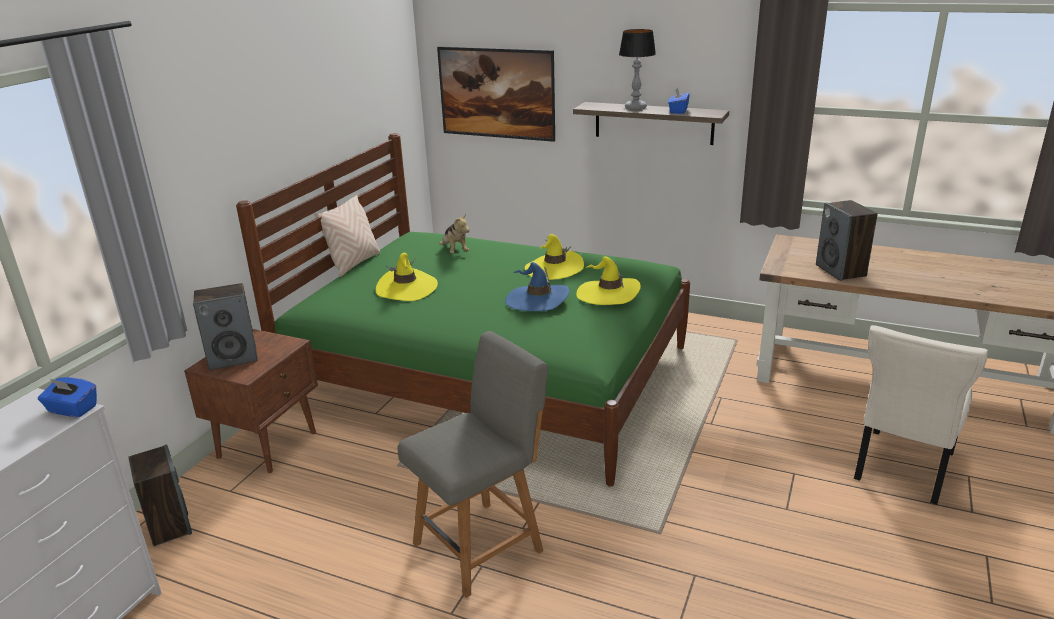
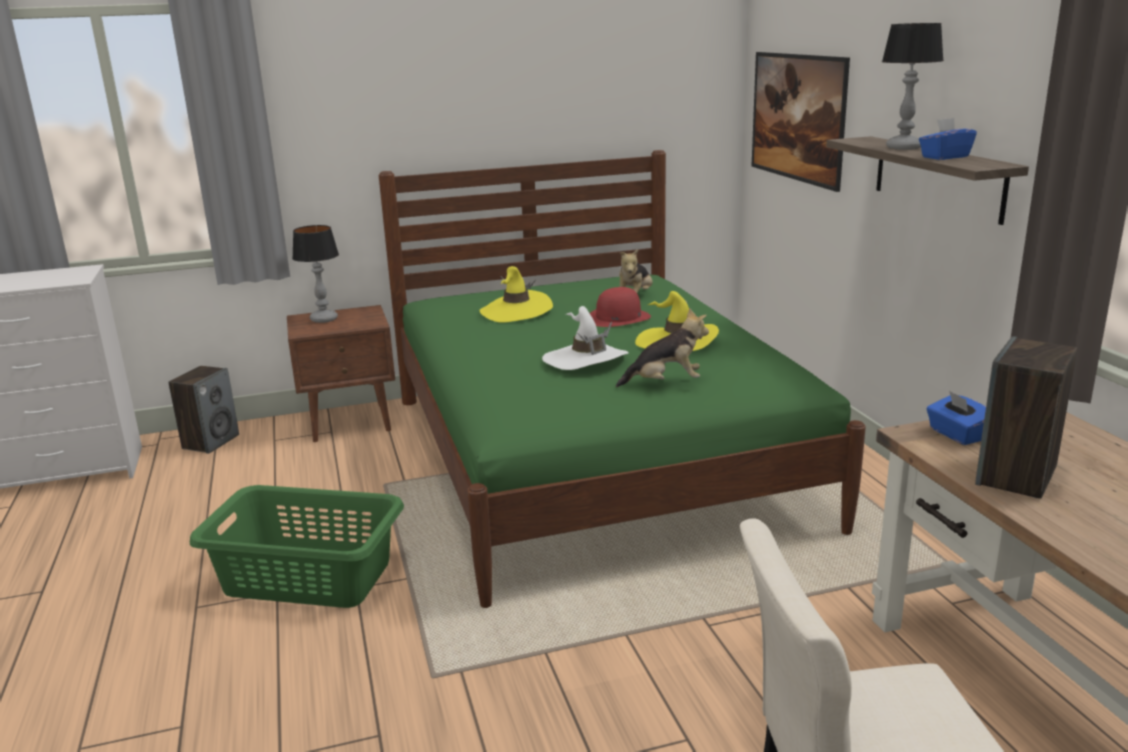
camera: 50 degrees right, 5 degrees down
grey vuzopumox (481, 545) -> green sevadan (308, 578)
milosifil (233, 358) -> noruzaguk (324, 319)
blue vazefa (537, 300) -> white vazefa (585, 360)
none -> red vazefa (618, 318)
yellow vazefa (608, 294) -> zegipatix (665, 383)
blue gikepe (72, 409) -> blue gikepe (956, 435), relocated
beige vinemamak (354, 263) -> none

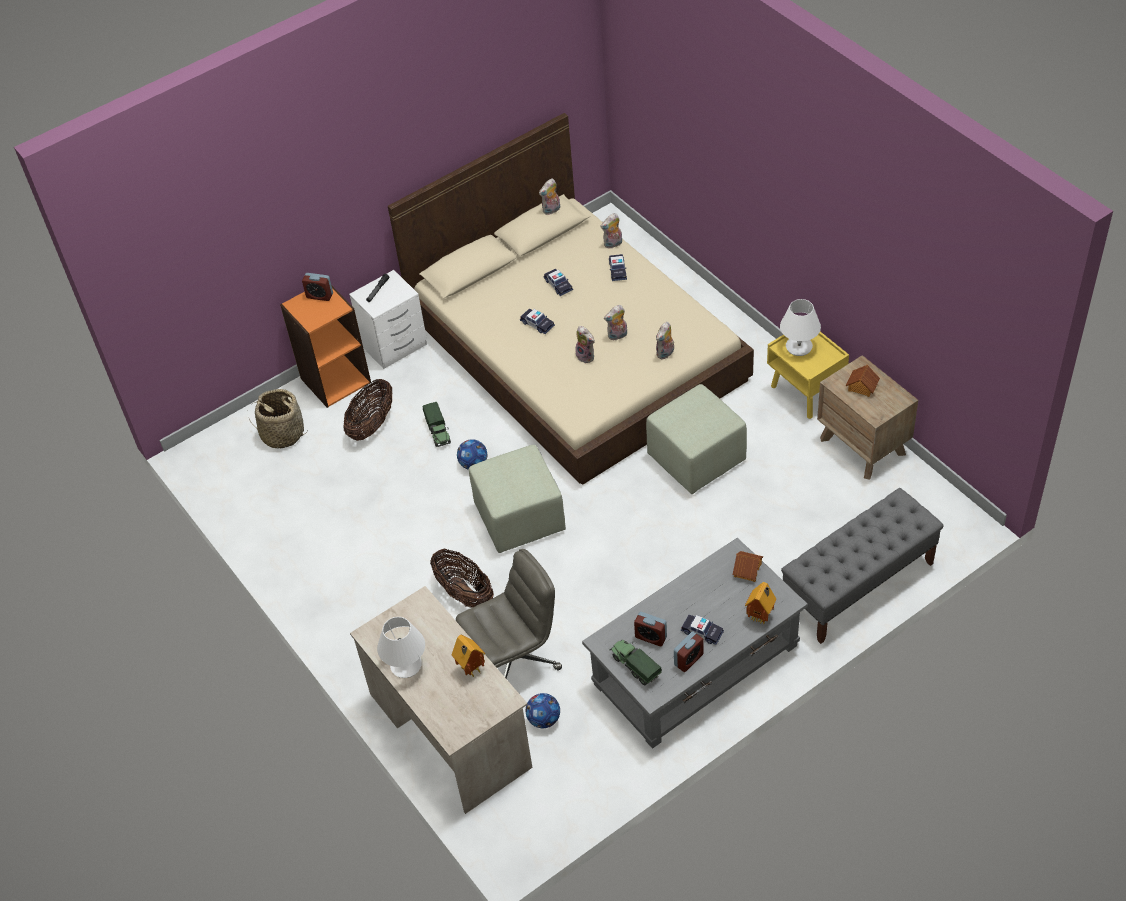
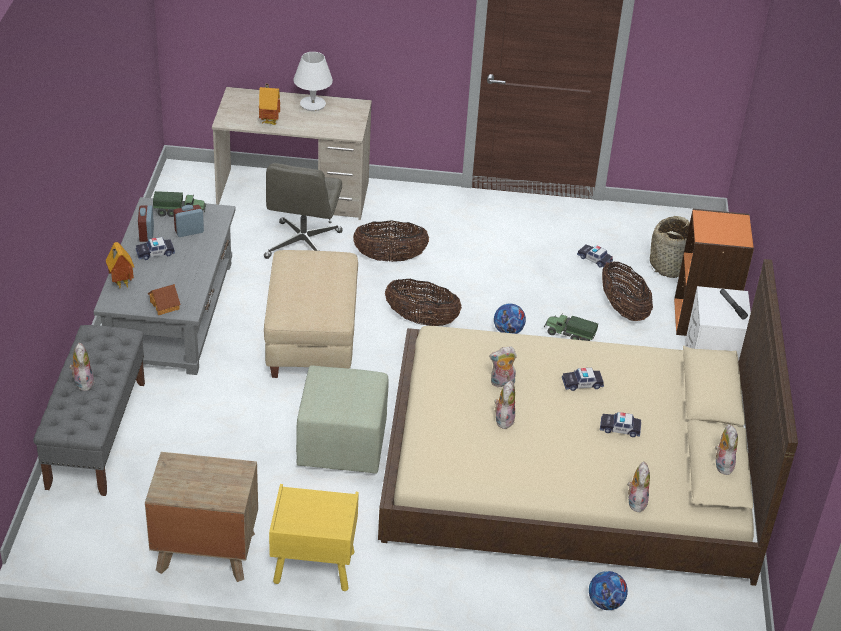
camera: 125 degrees right, 10 degrees down
zegipatix (665, 354) -> zegipatix (82, 382), relocated
none -> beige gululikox (310, 340)
green gululikox (519, 517) -> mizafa (421, 320)
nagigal (617, 270) -> nagigal (594, 259), relocated
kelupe (544, 719) -> kelupe (605, 603), relocated
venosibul (319, 296) -> none
white noruzaguk (798, 347) -> none
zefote (861, 387) -> none

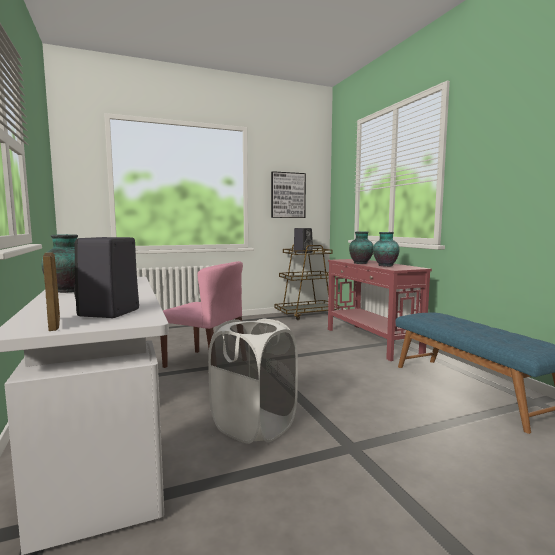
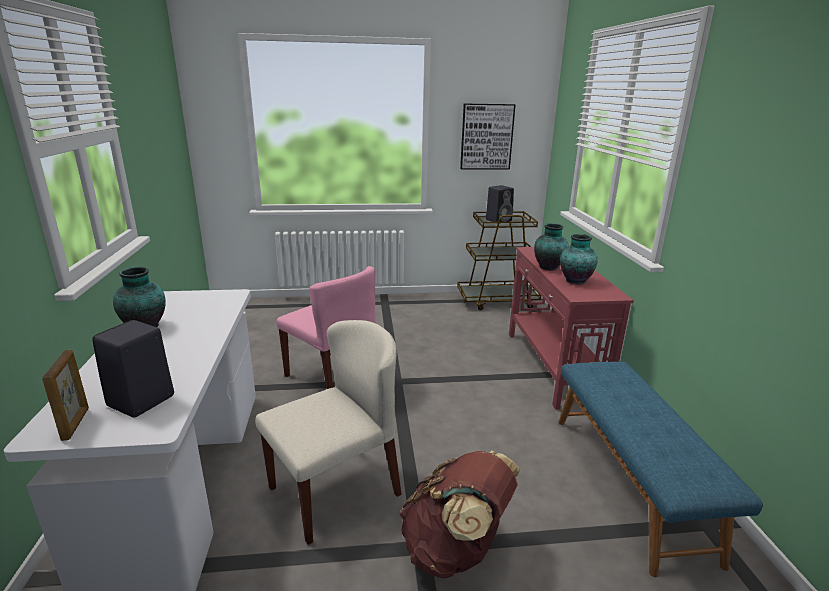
camera: 15 degrees right, 15 degrees up
white sevadan (254, 426) -> beige vuzopumox (335, 490)
none -> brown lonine (455, 549)

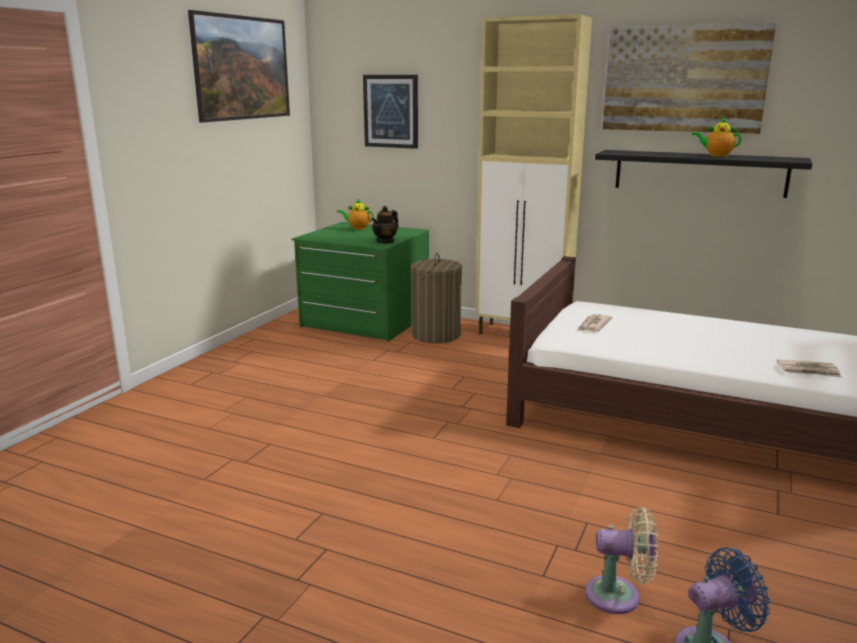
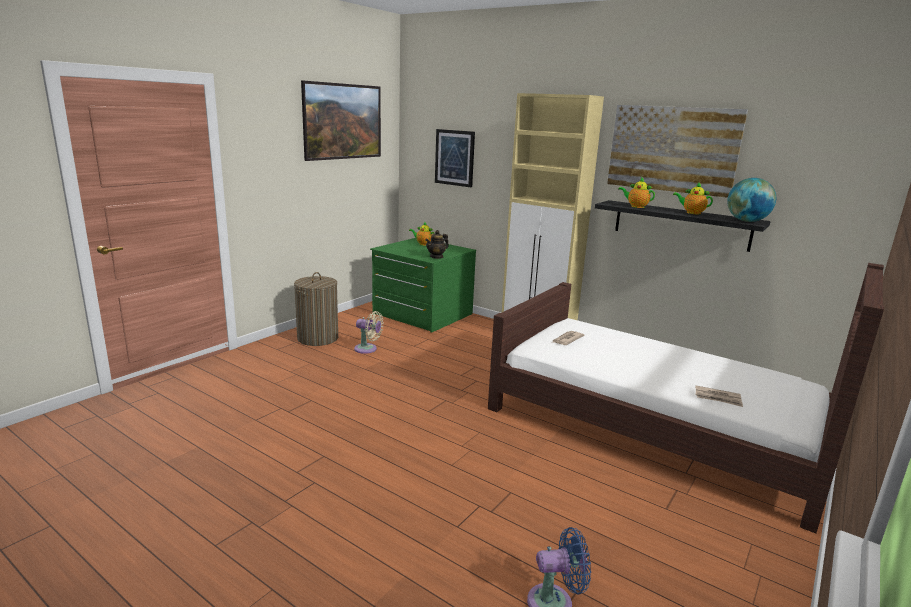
camera: 10 degrees right, 0 degrees up
sevadan (436, 335) -> sevadan (318, 338), relocated
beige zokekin (618, 596) -> beige zokekin (368, 349), relocated
none -> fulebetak (636, 206)
none -> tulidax (747, 221)

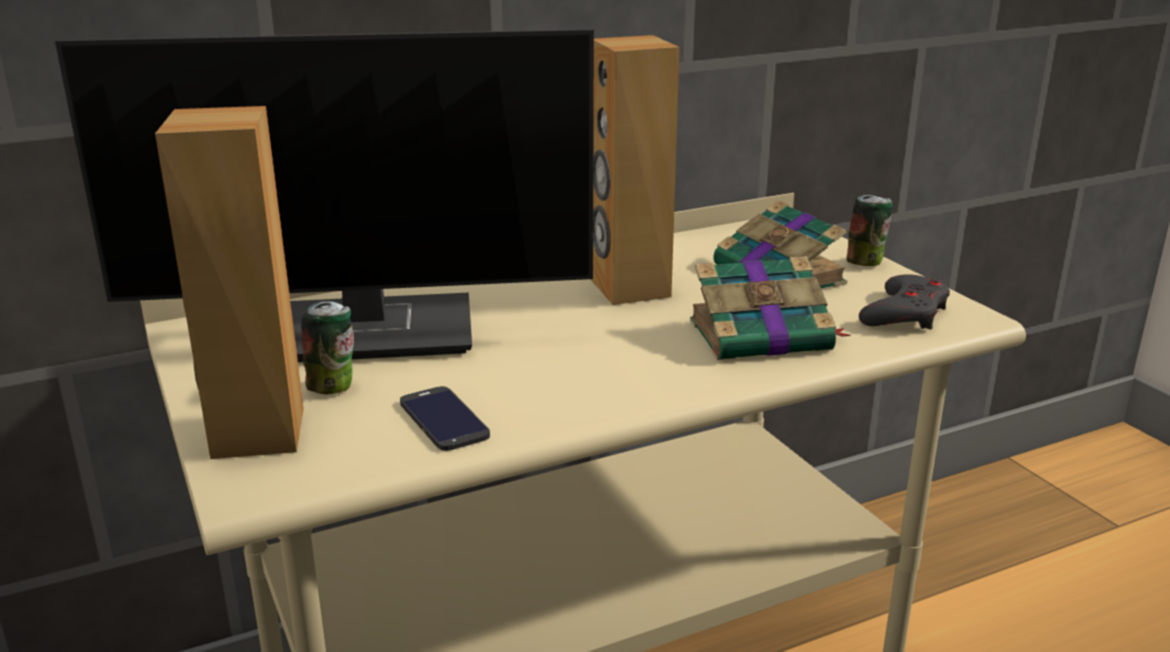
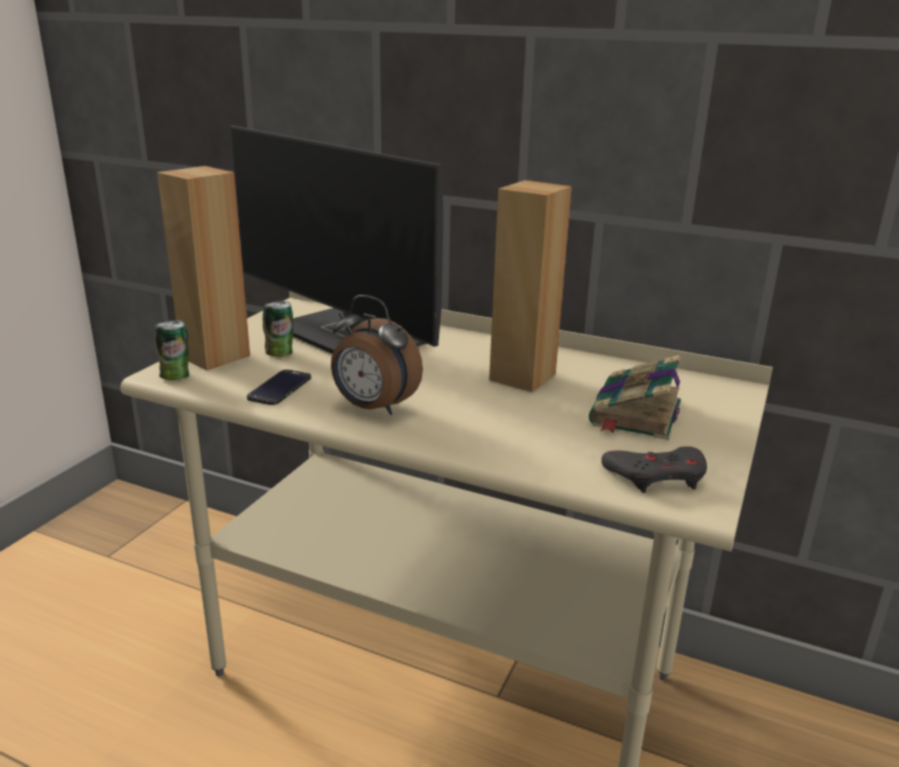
camera: 50 degrees right, 0 degrees up
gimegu (865, 262) -> gimegu (176, 376), relocated
none -> venosibul (373, 408)
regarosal (764, 335) -> none

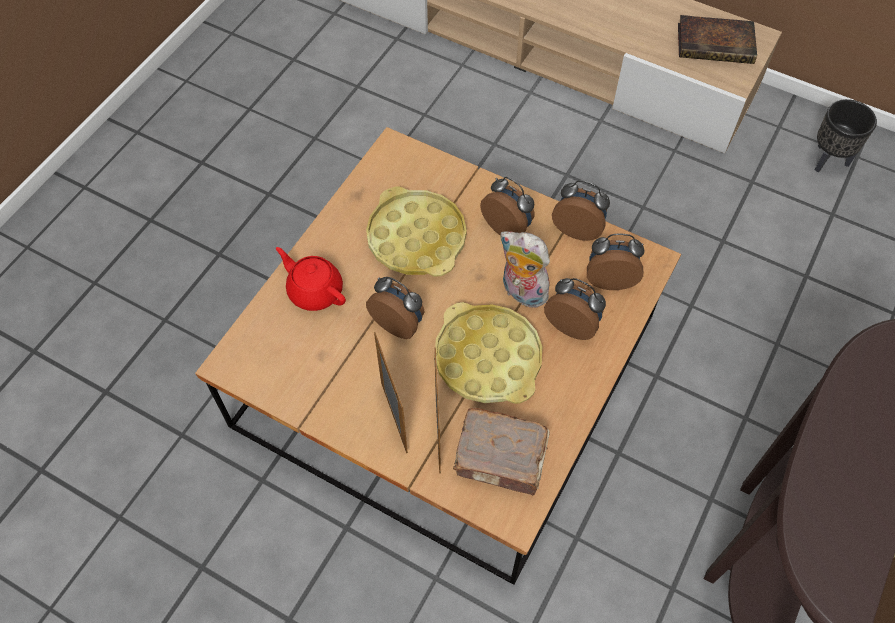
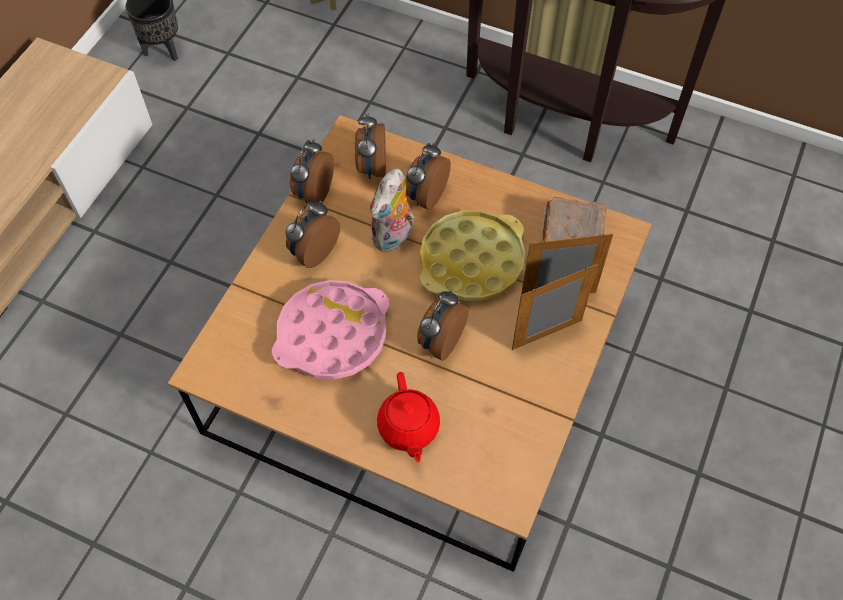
camera: 95 degrees left, 0 degrees up
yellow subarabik (416, 238) -> pink subarabik (332, 335)
red fulebetak (315, 290) -> red fulebetak (408, 428), 45 degrees counterclockwise
regarosal (717, 44) -> none

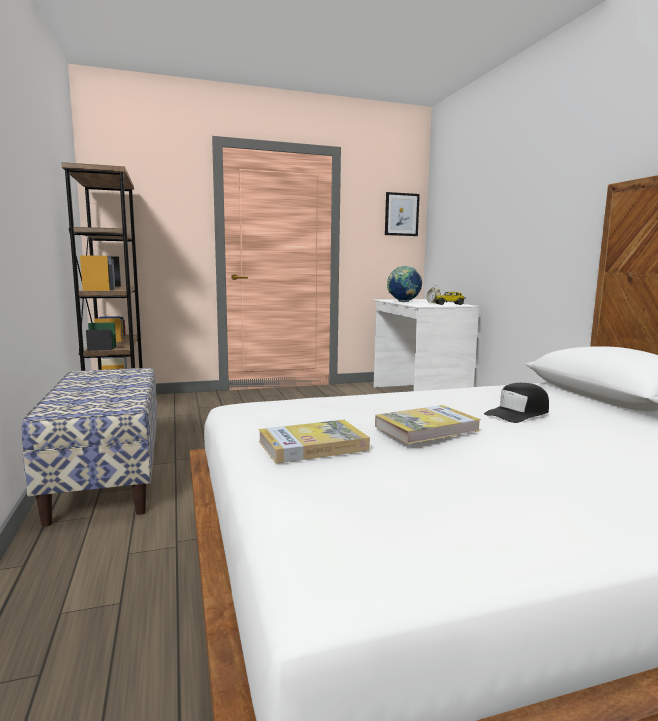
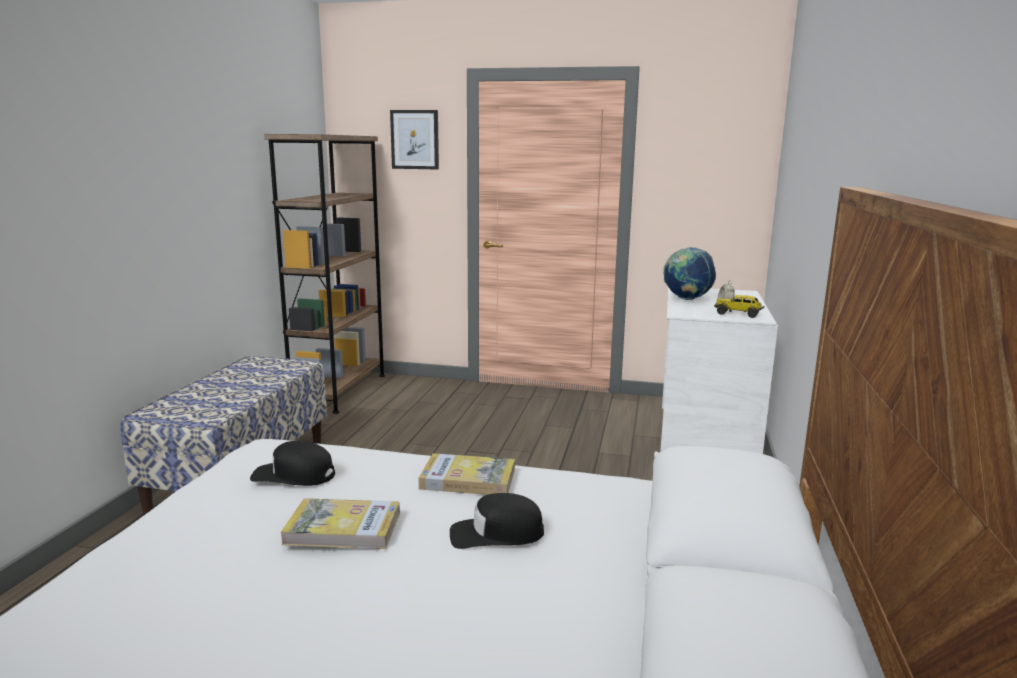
camera: 30 degrees right, 5 degrees up
none -> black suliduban (294, 475)
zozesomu (401, 214) -> zozesomu (415, 139), relocated
regarosal (313, 445) -> regarosal (468, 479), relocated

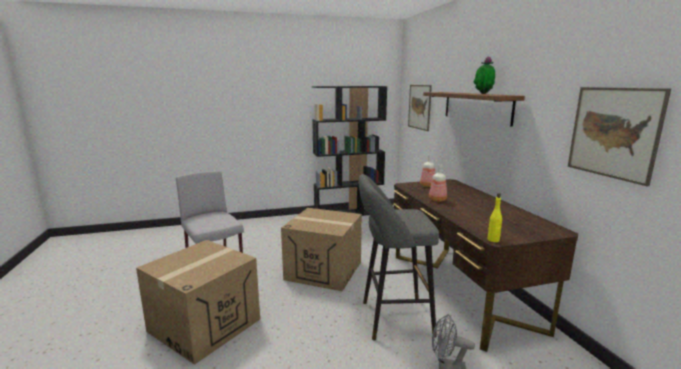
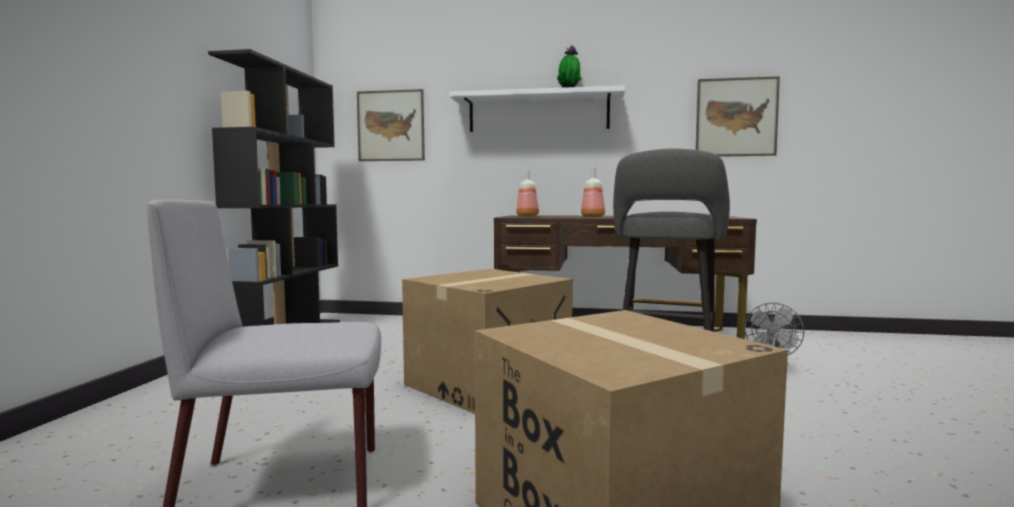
camera: 65 degrees left, 10 degrees down
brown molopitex (476, 107) -> white molopitex (538, 112)
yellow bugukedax (493, 240) -> none

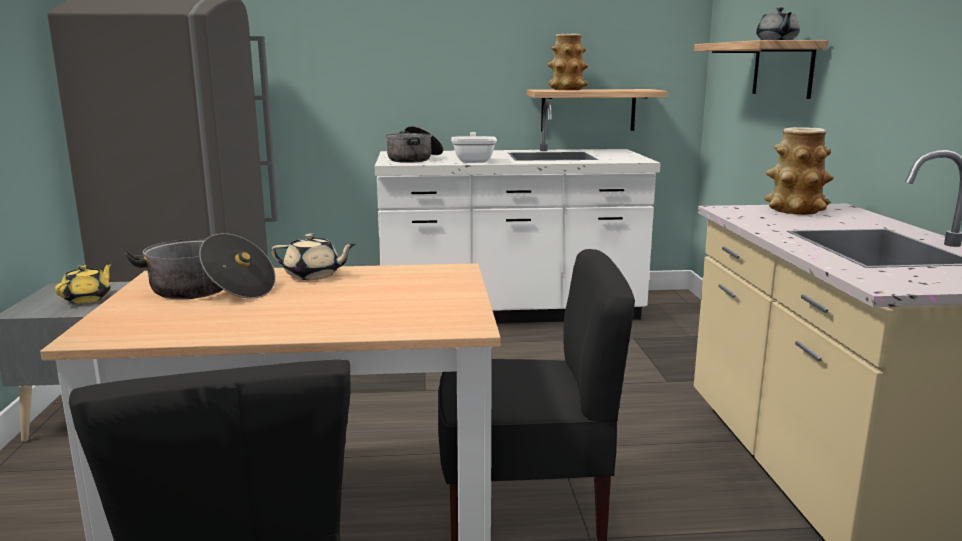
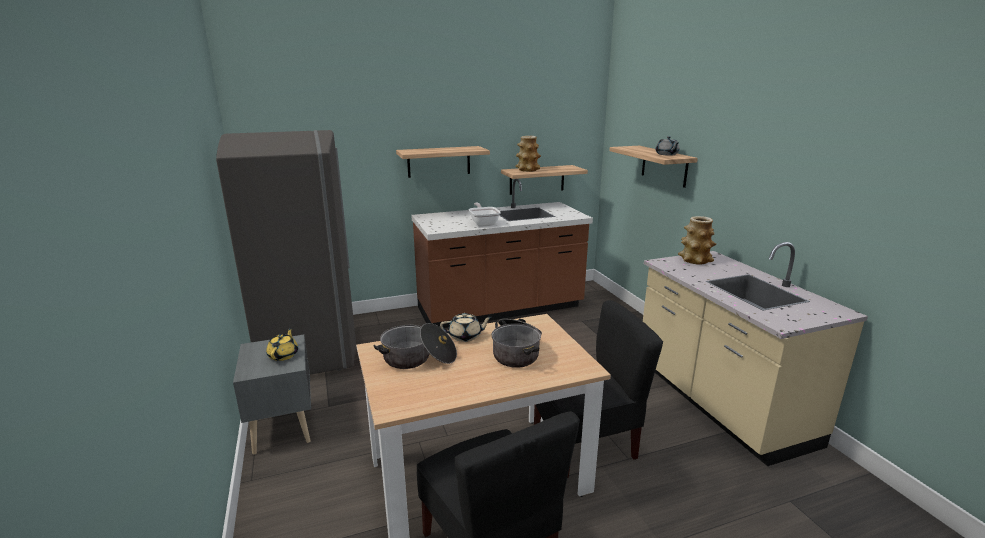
camera: 15 degrees left, 5 degrees up
none -> molopitex (439, 161)
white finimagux (510, 312) -> brown finimagux (500, 309)
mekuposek (415, 159) -> mekuposek (517, 352), relocated

